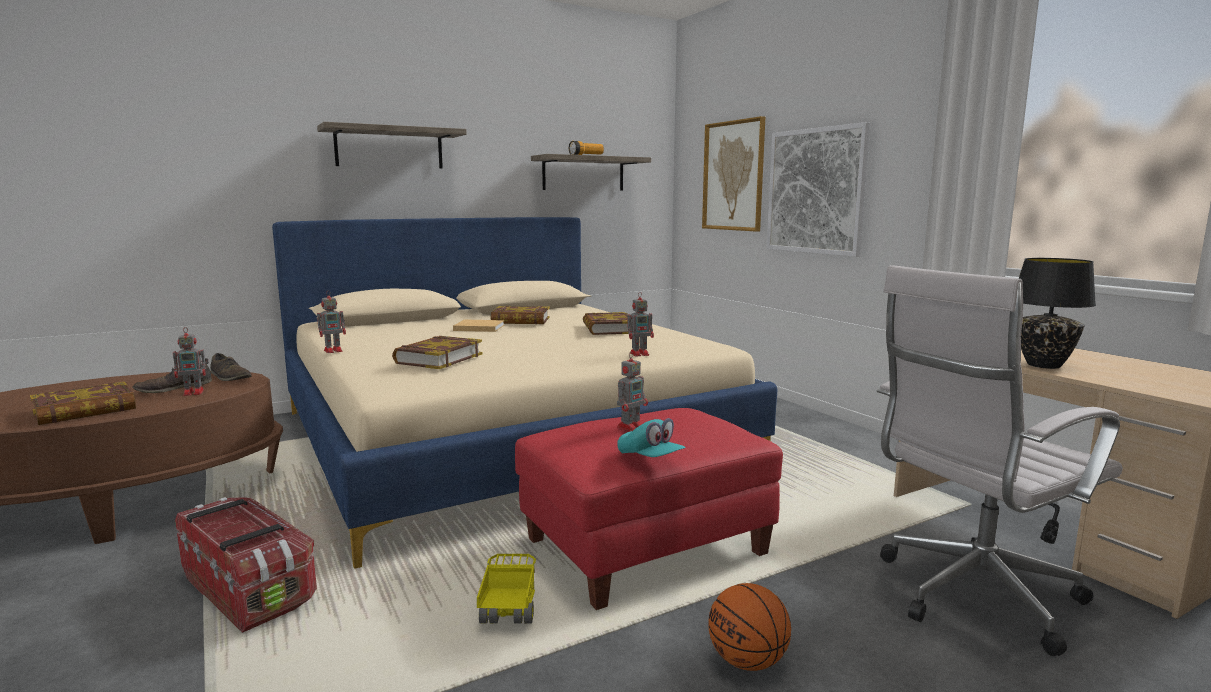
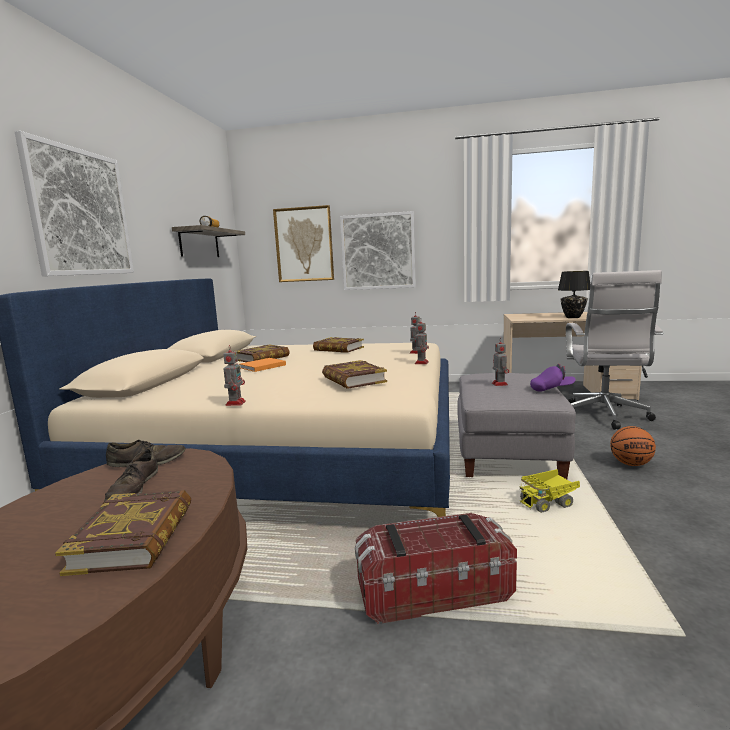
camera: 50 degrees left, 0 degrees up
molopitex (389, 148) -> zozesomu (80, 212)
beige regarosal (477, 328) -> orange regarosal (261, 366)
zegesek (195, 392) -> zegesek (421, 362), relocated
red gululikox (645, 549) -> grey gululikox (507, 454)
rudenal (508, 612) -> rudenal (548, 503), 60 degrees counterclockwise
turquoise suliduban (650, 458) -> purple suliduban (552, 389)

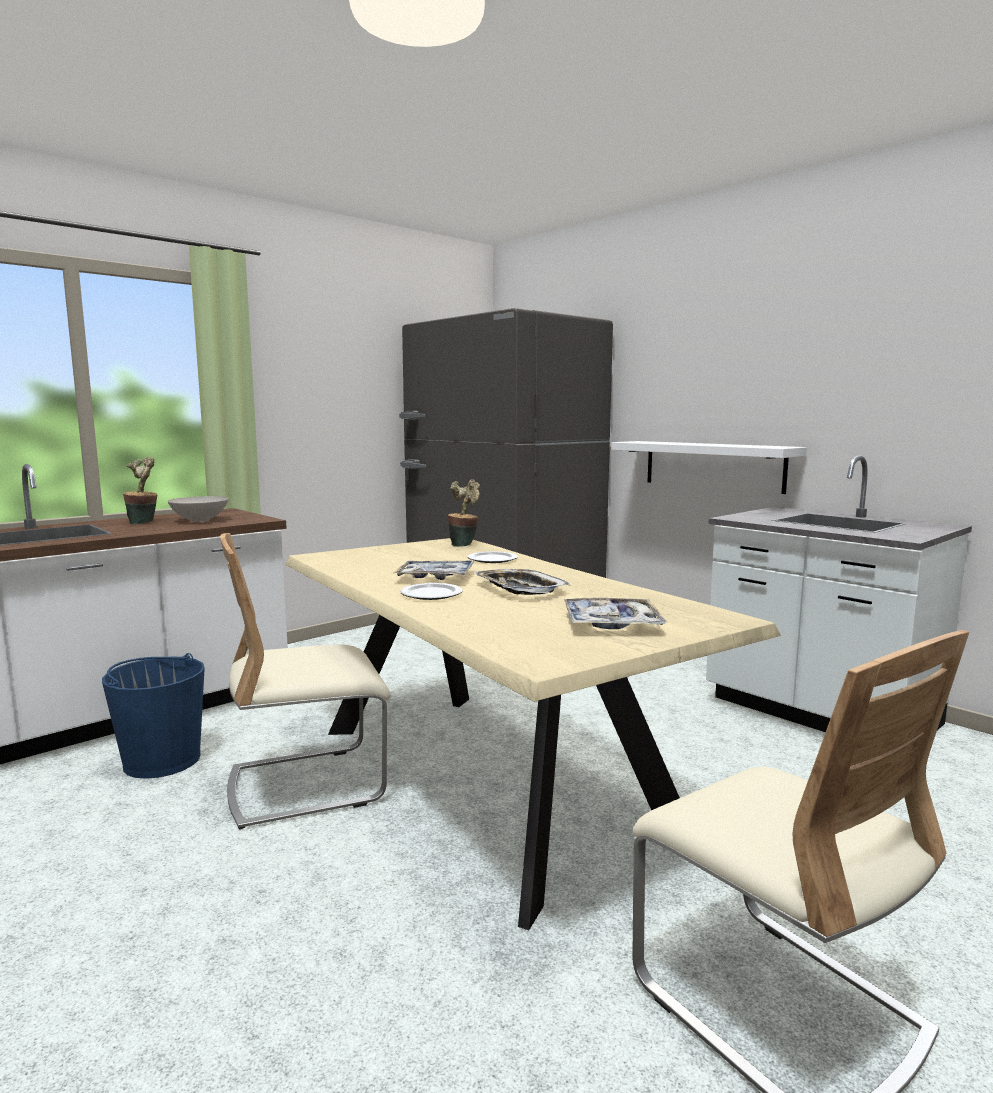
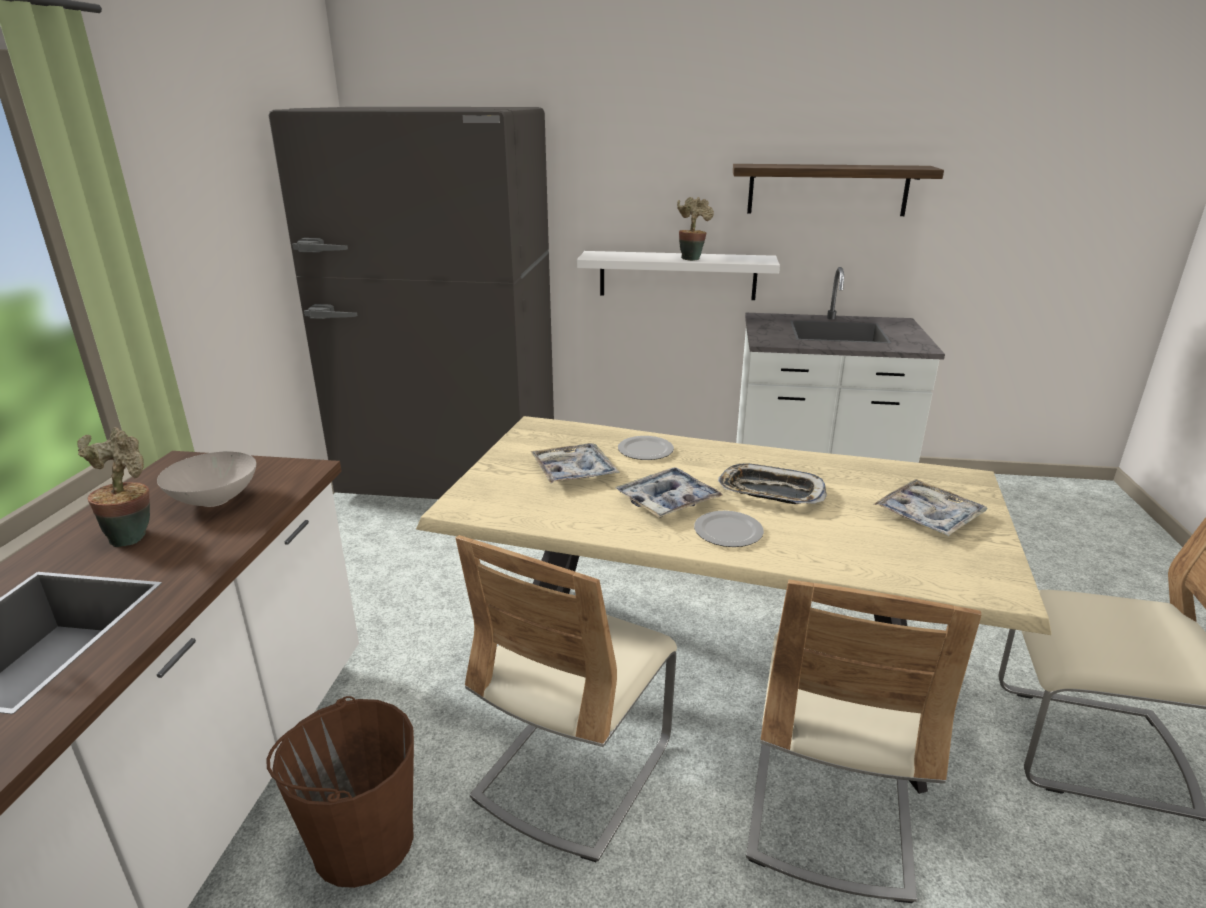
camera: 40 degrees left, 15 degrees up
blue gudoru (161, 760) -> brown gudoru (362, 841)
none -> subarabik (574, 471)
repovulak (464, 544) -> repovulak (691, 258), relocated
none -> molopitex (827, 190)
none -> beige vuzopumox (829, 807)

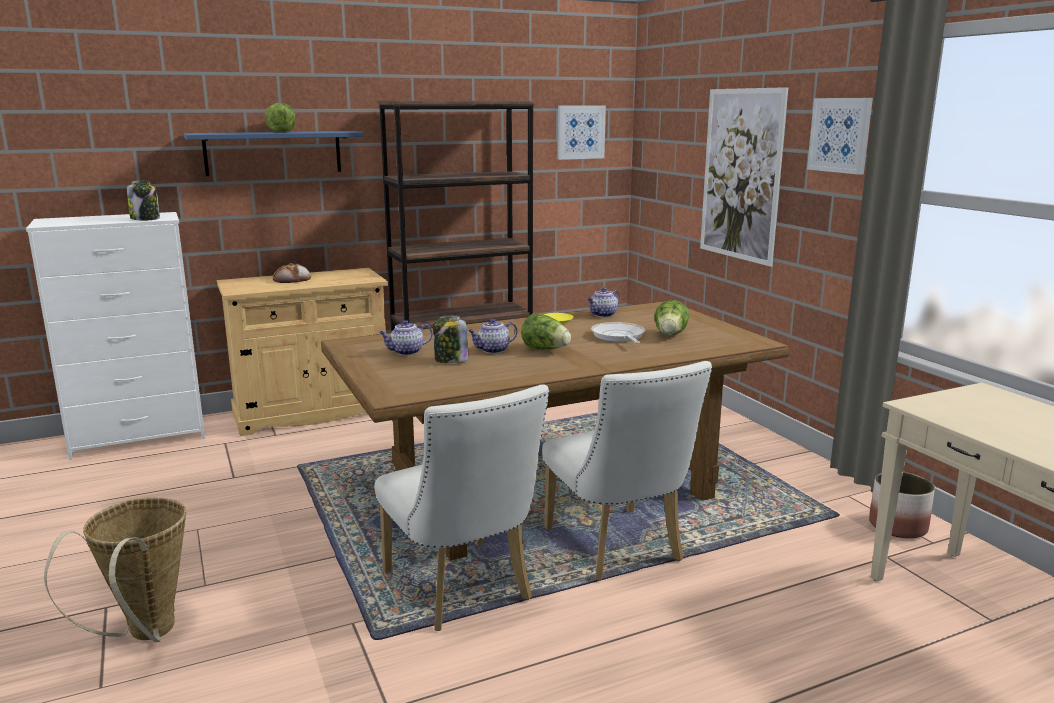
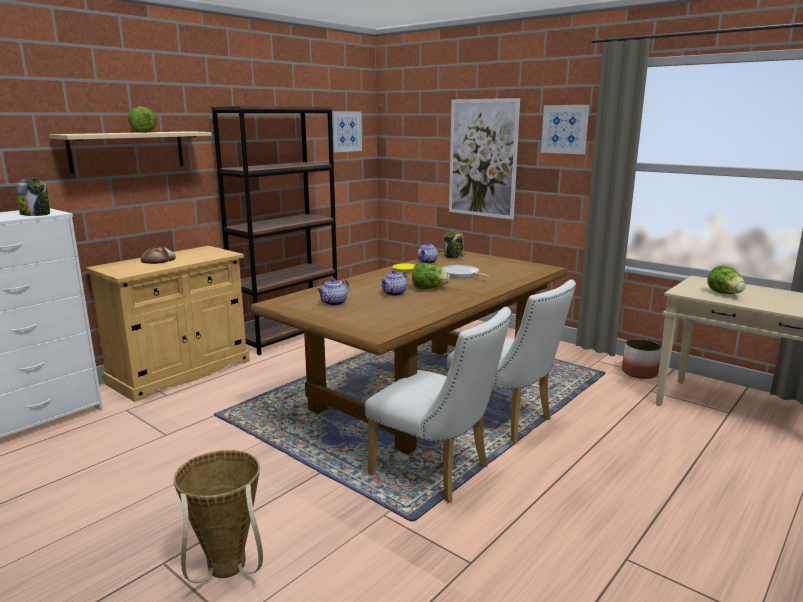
camera: 25 degrees left, 0 degrees up
blue molopitex (273, 153) -> beige molopitex (128, 151)
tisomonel (451, 360) -> tisomonel (454, 257), relocated
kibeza (670, 335) -> kibeza (725, 294), relocated

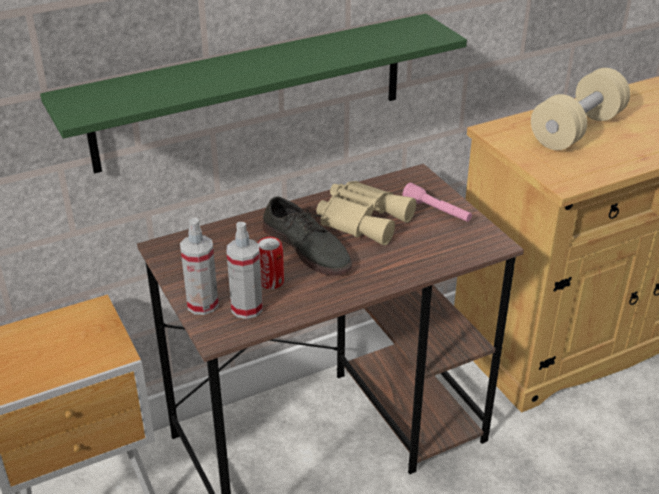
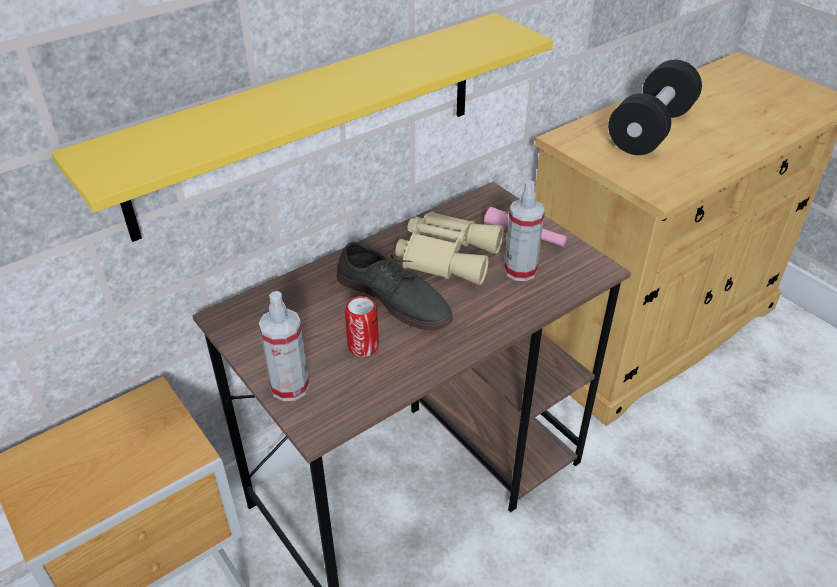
camera: 10 degrees left, 5 degrees up
green molopitex (251, 92) -> yellow molopitex (310, 122)
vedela (247, 308) -> vedela (520, 270), relocated
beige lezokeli (577, 130) -> black lezokeli (651, 130)

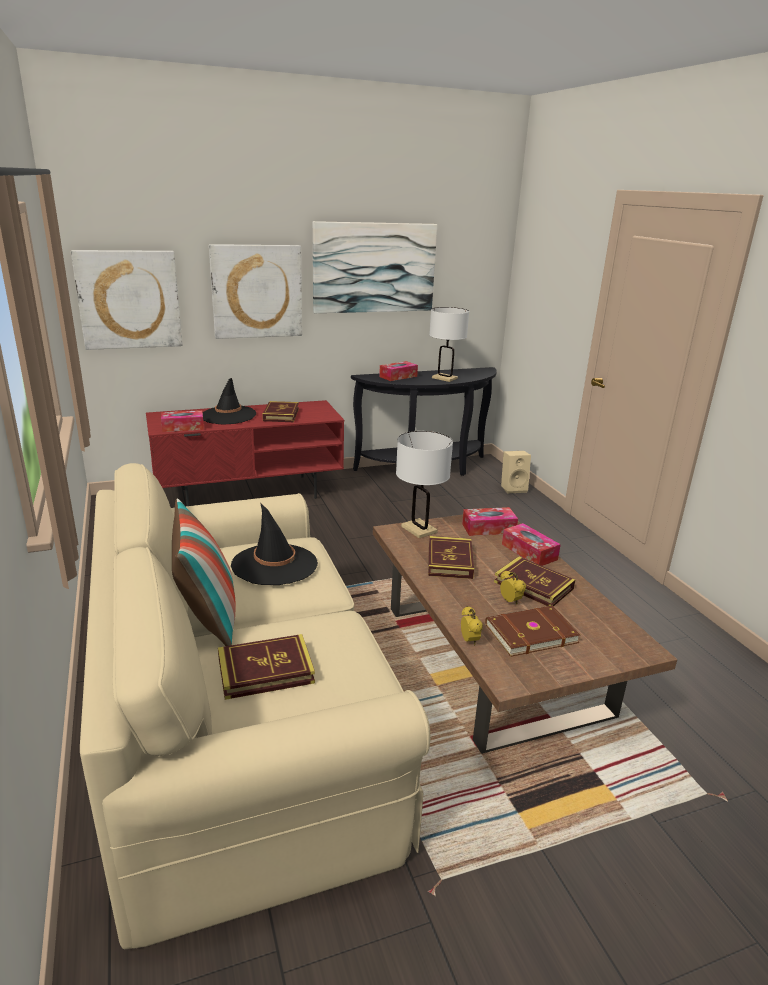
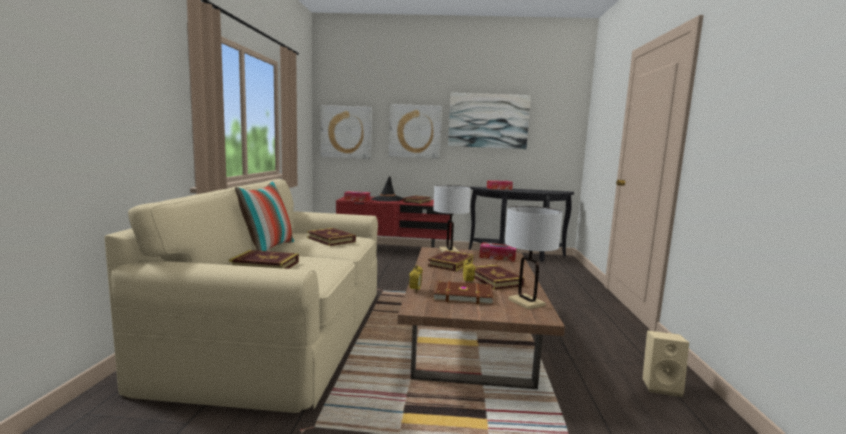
camera: 25 degrees right, 15 degrees down
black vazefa (274, 565) -> regarosal (331, 240)
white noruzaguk (444, 378) -> white noruzaguk (526, 302), relocated
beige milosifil (513, 488) -> beige milosifil (661, 386), relocated
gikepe (529, 552) -> none

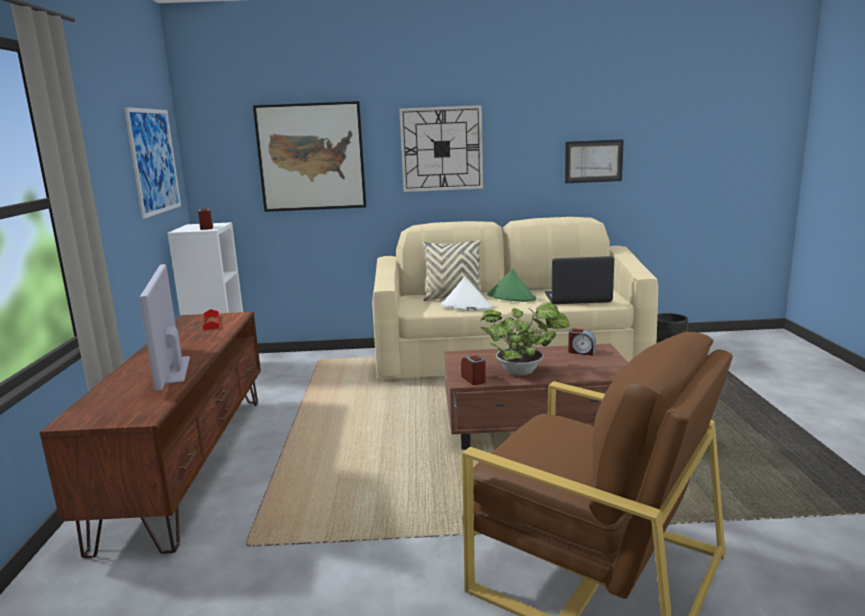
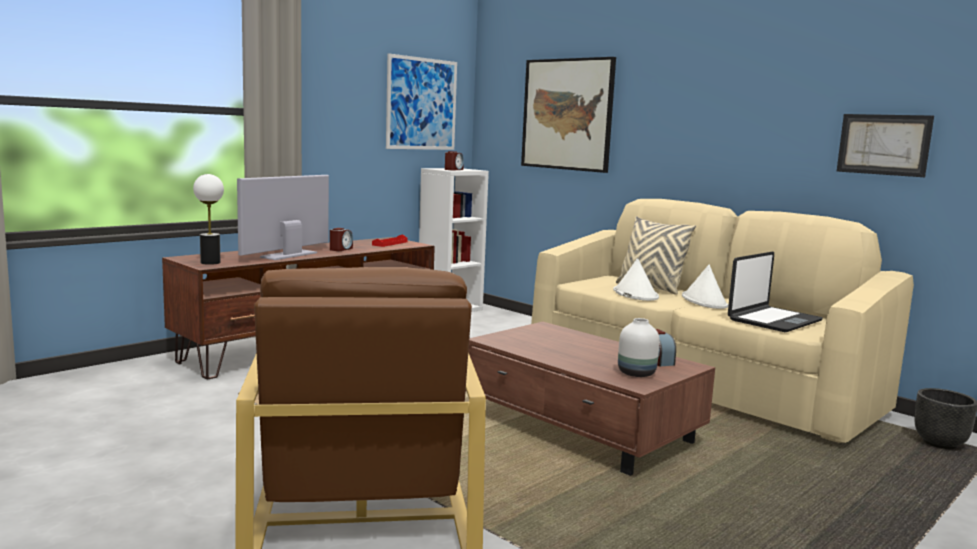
camera: 45 degrees right, 5 degrees down
none -> noruzaguk (210, 262)
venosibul (474, 379) -> venosibul (340, 249), relocated
none -> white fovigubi (637, 373)
green vazefa (511, 297) -> white vazefa (704, 301)
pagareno (577, 298) -> pagareno (773, 320), 90 degrees clockwise
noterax (441, 149) -> none
repovulak (523, 372) -> none

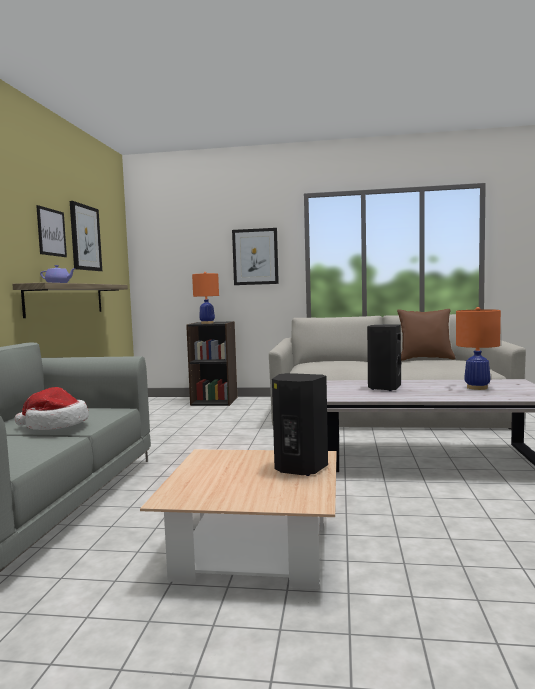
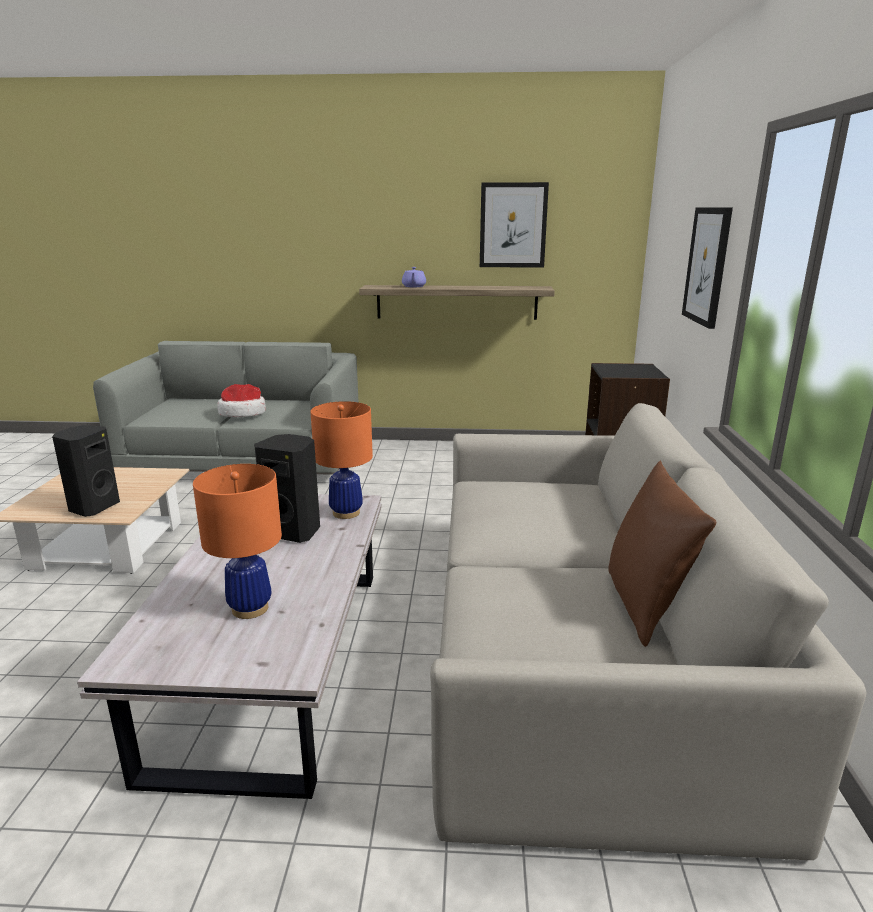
camera: 85 degrees right, 15 degrees up
orange noruzaguk (207, 323) -> orange noruzaguk (346, 512), relocated
zozesomu (51, 232) -> none

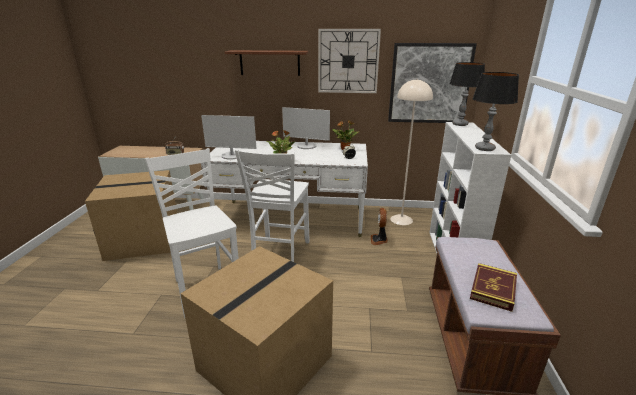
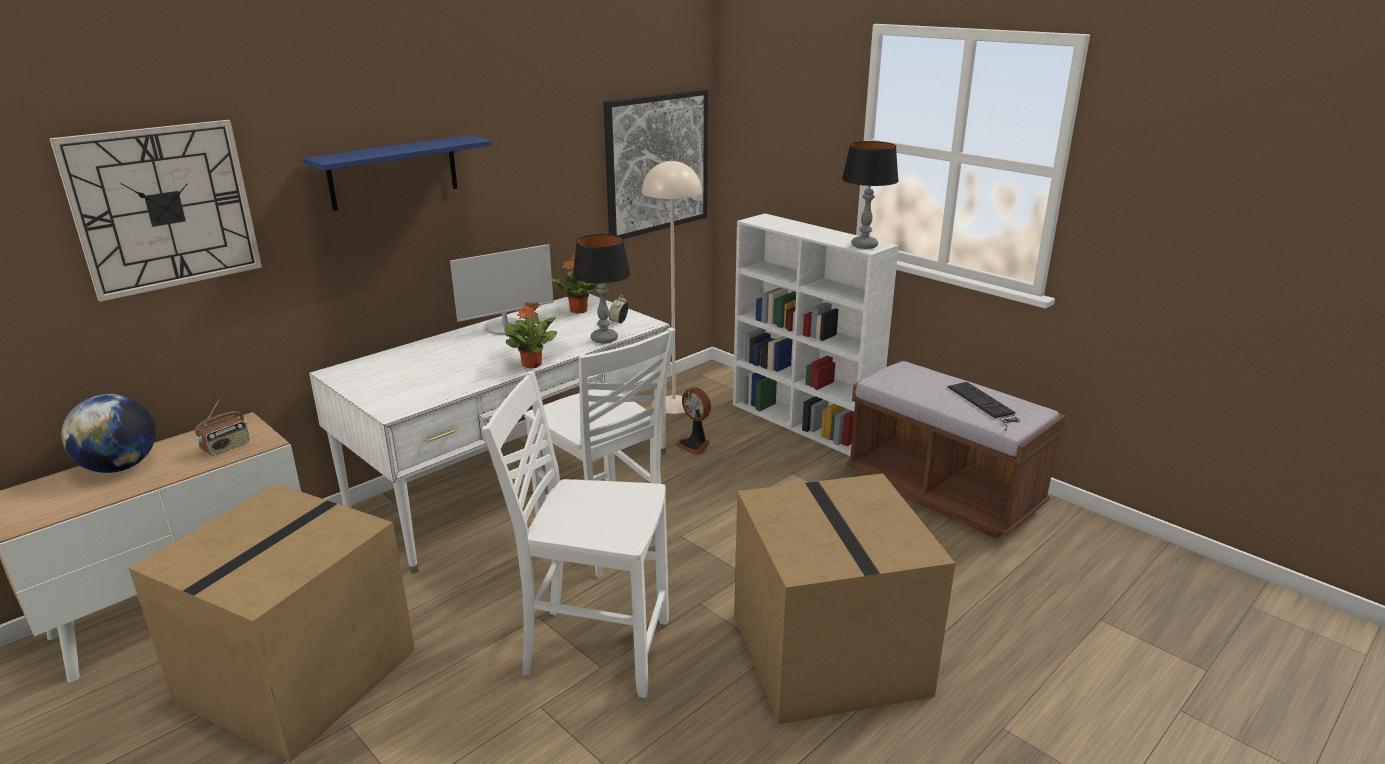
camera: 50 degrees left, 0 degrees up
noterax (348, 61) -> noterax (164, 208), relocated
none -> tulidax (120, 467)
brown molopitex (269, 63) -> blue molopitex (393, 172)
noruzaguk (460, 124) -> noruzaguk (604, 339), relocated
regarosal (493, 289) -> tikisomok (985, 405)
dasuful (232, 156) -> none

